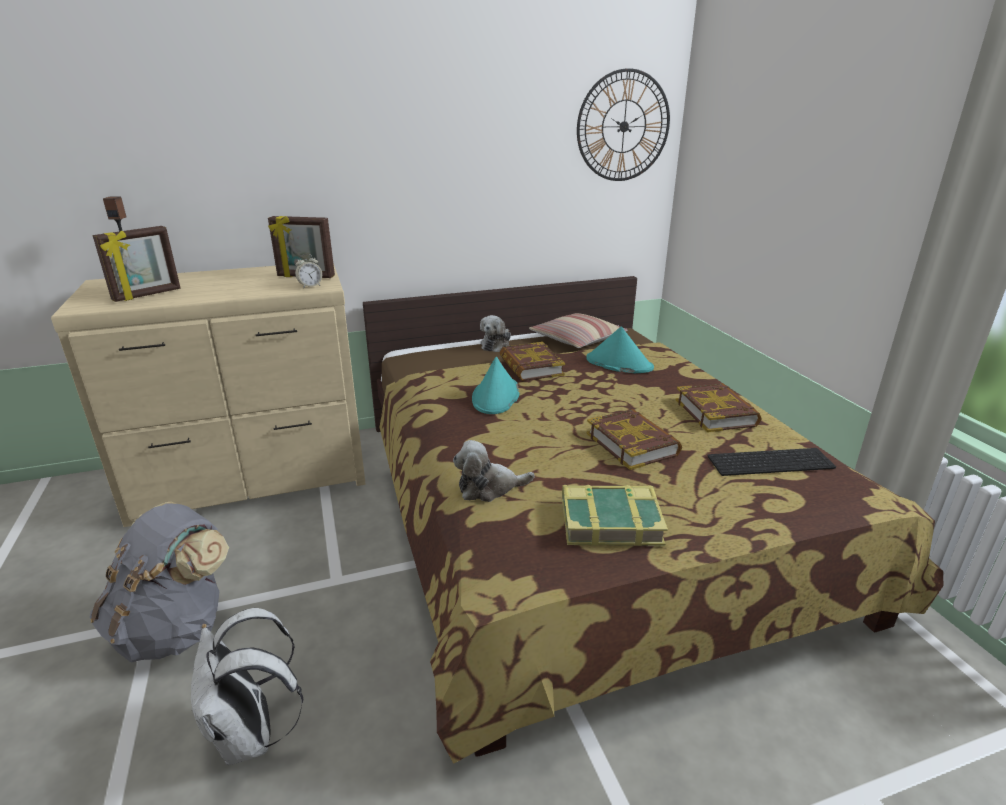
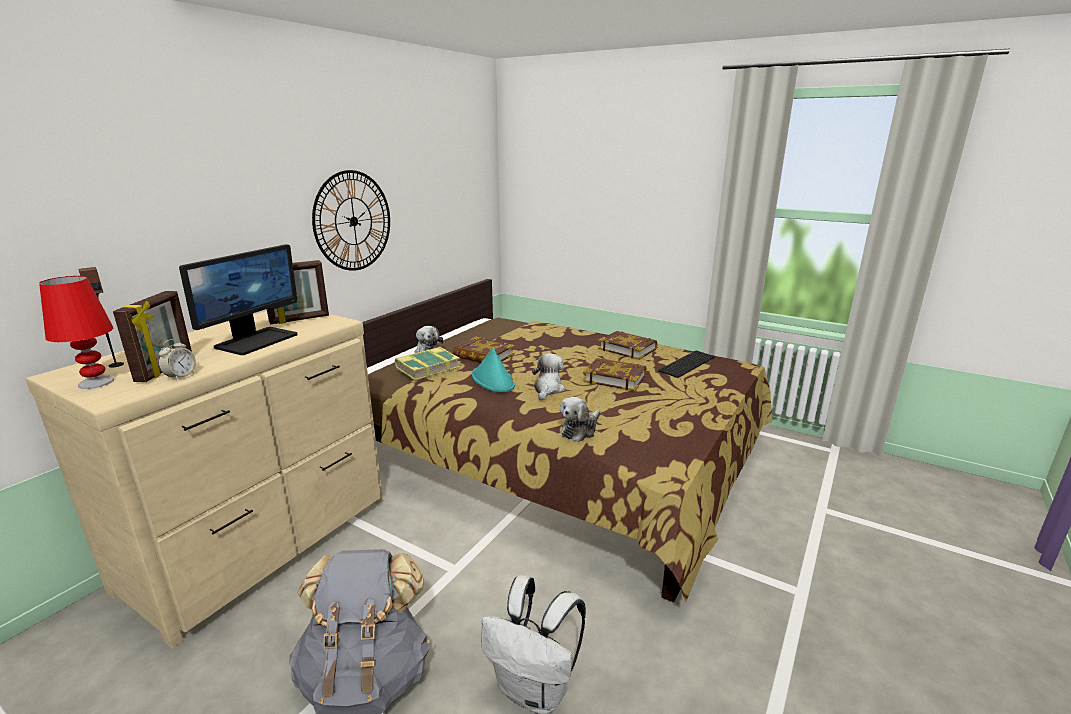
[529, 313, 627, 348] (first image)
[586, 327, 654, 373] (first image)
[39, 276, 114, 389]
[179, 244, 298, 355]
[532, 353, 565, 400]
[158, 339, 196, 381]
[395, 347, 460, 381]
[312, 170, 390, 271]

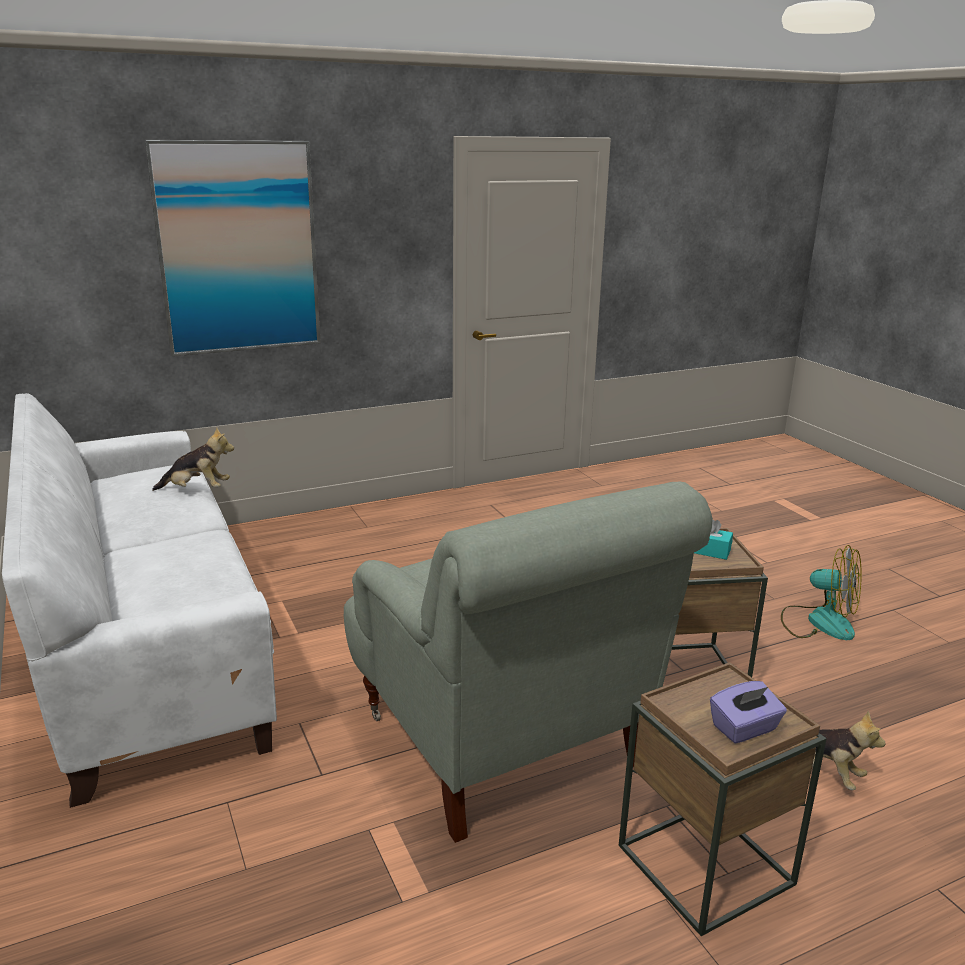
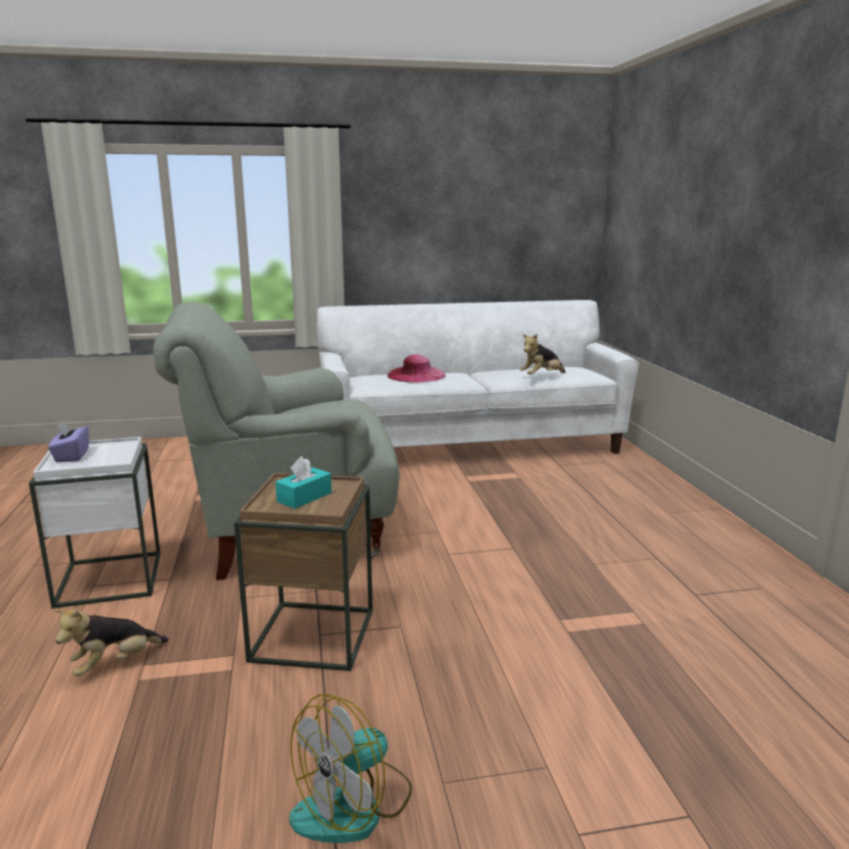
[145, 140, 321, 356] (first image)
[387, 354, 446, 383]
[29, 437, 161, 609]
[520, 334, 565, 375]

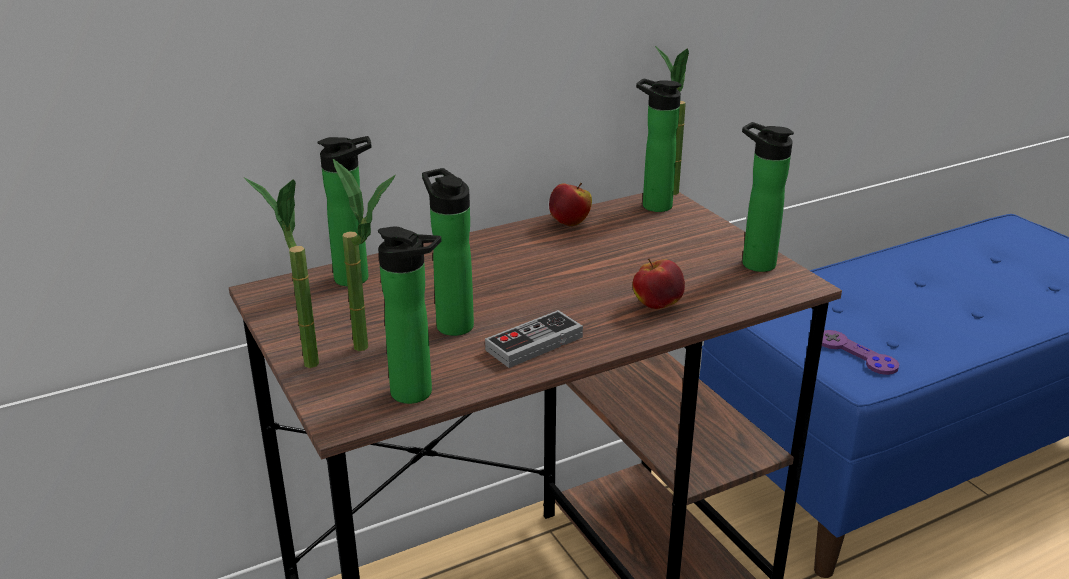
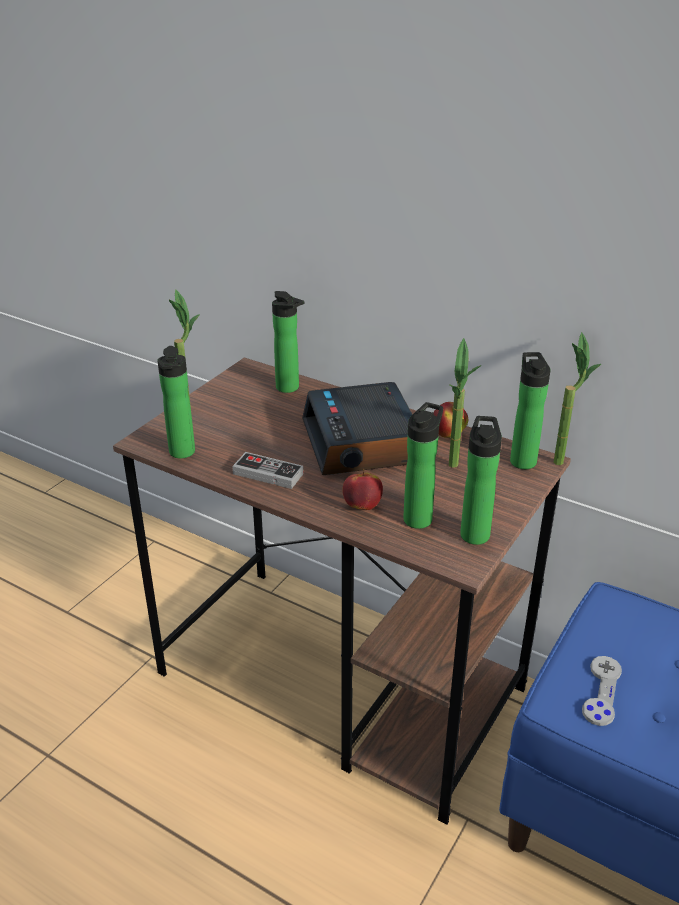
[302, 382, 413, 475]
[449, 338, 482, 468]
[403, 402, 443, 529]
[582, 656, 622, 726]

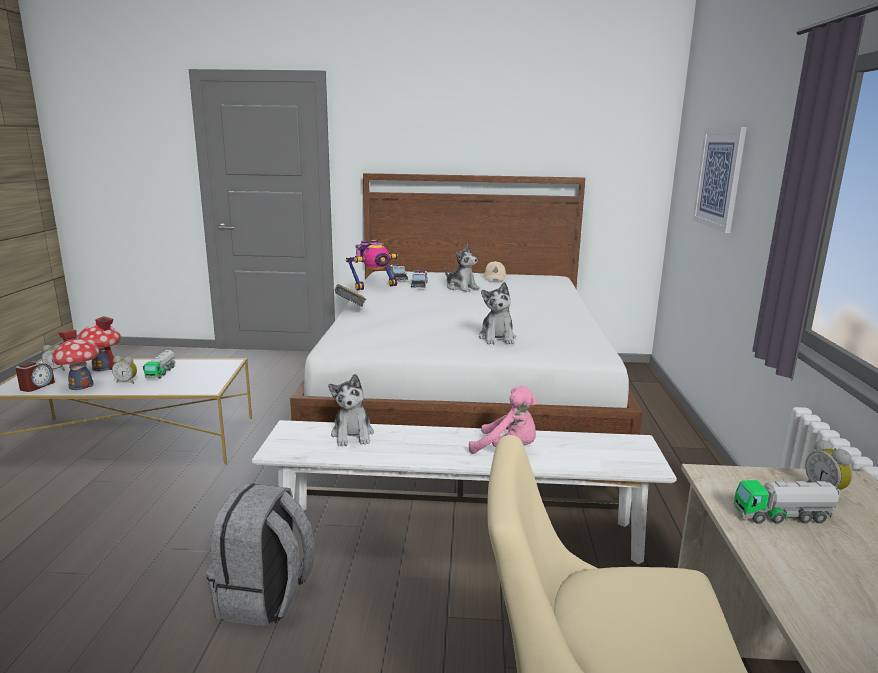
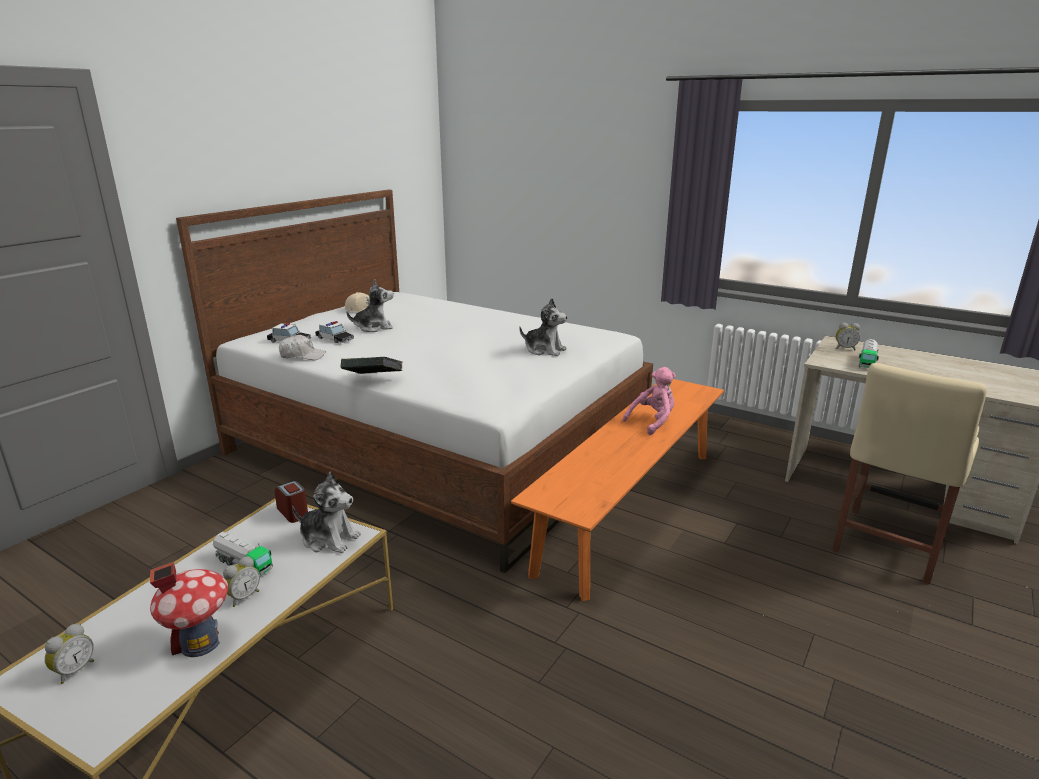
[77, 316, 121, 371] (first image)
[206, 483, 315, 627] (first image)
[693, 127, 747, 233] (first image)
[275, 481, 308, 523]
[292, 472, 361, 553]
[279, 335, 326, 360]
[511, 379, 724, 601]

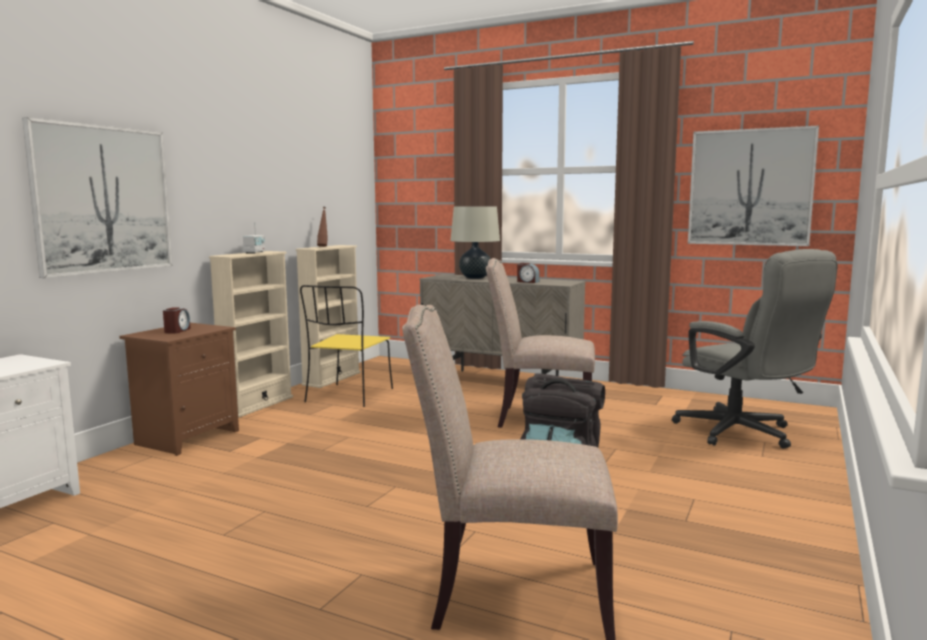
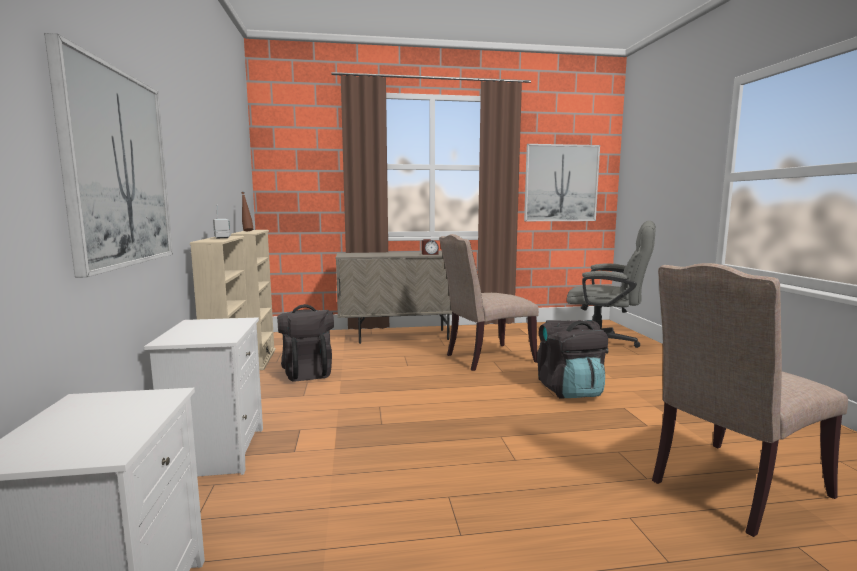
[163, 307, 191, 334] (first image)
[451, 206, 500, 279] (first image)
[277, 304, 334, 382]
[144, 317, 263, 477]

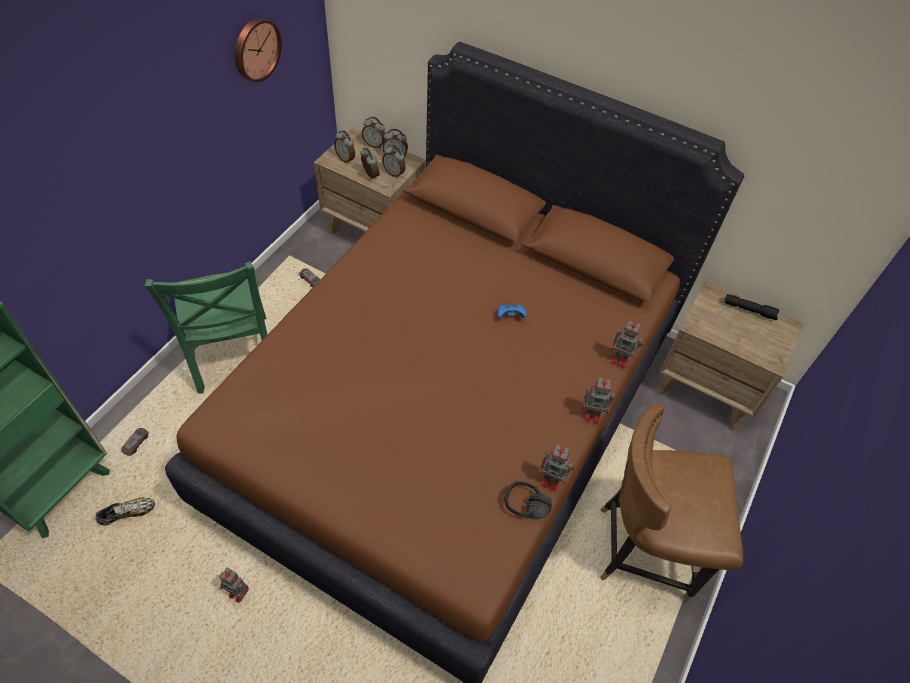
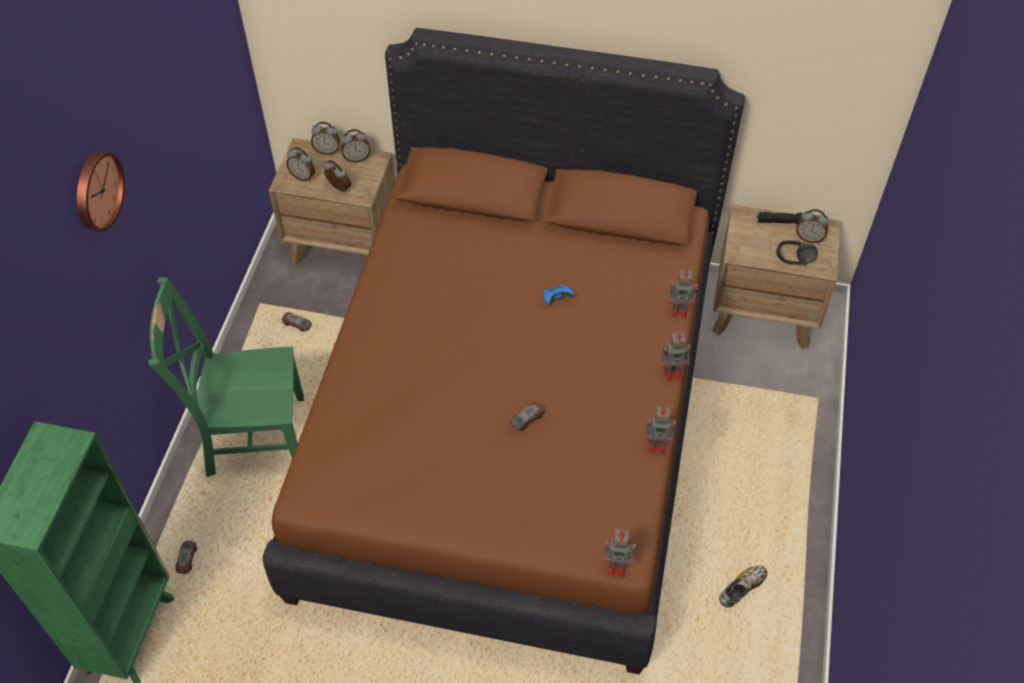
[600, 402, 743, 602] (first image)
[510, 402, 545, 431]
[719, 566, 767, 608]
[603, 529, 638, 577]
[76, 151, 125, 232]
[796, 209, 829, 243]
[776, 240, 818, 265]
[148, 277, 304, 477]

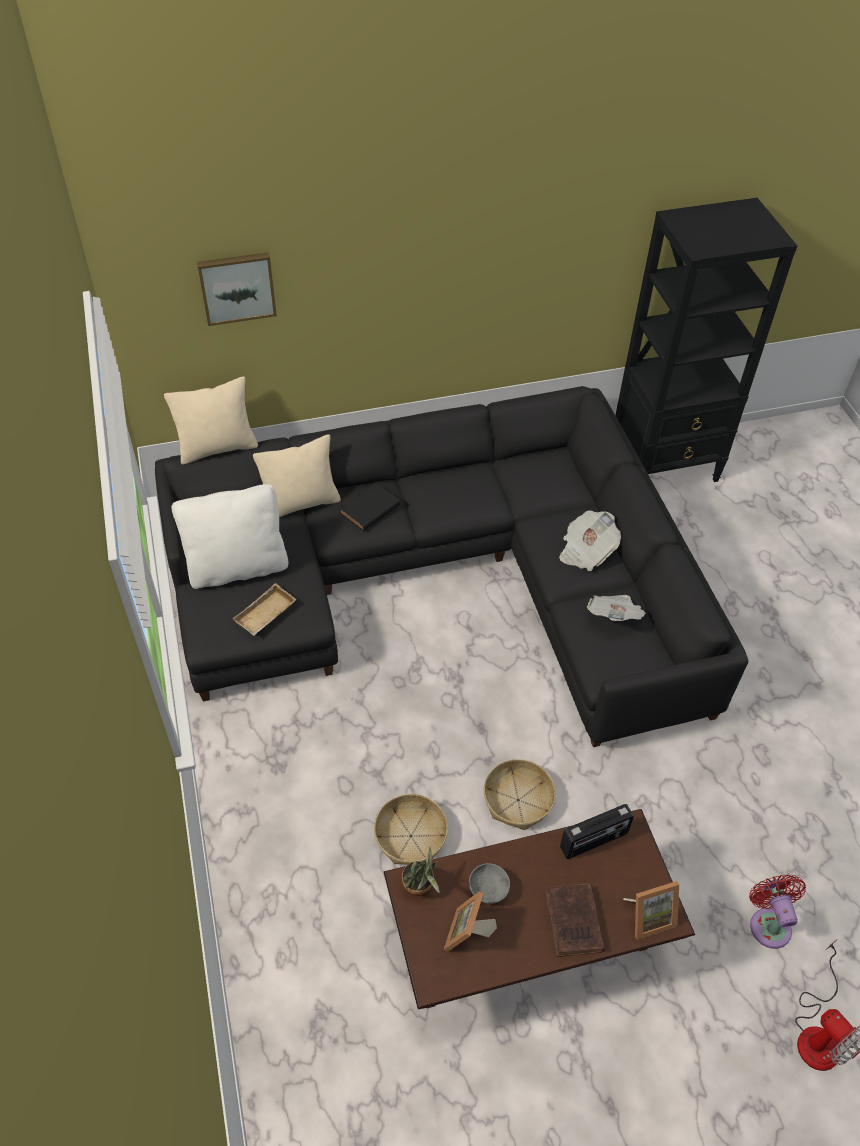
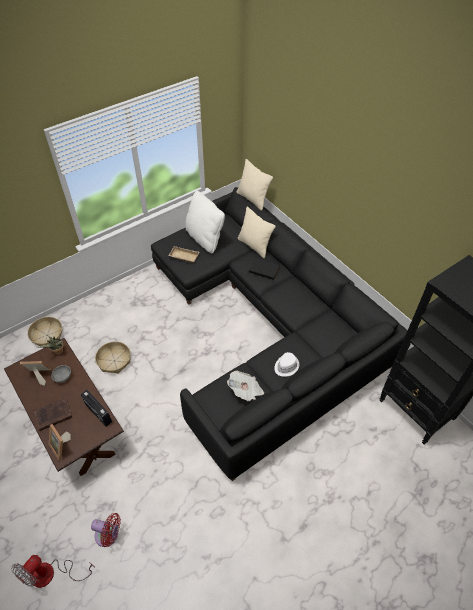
[197, 252, 277, 326] (first image)
[27, 317, 62, 348]
[274, 352, 299, 377]
[91, 513, 121, 547]

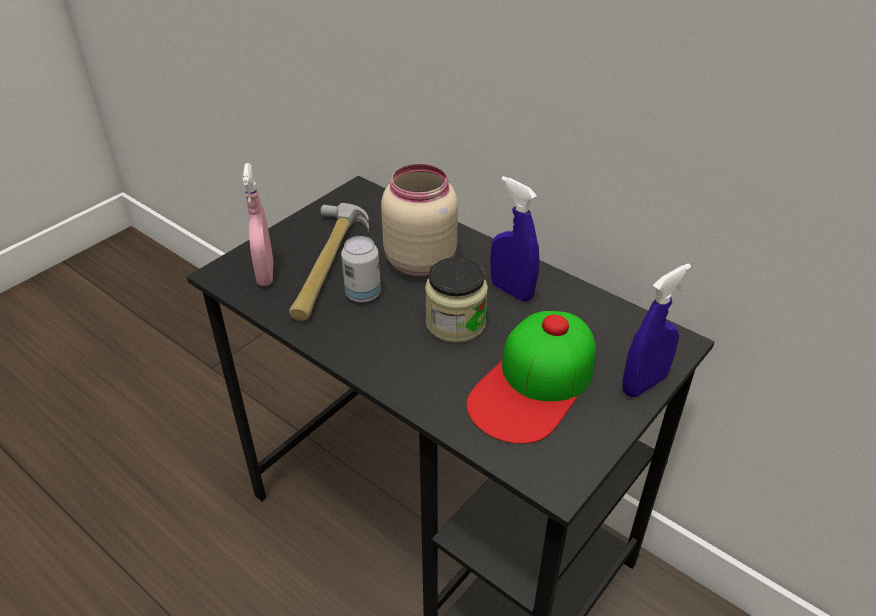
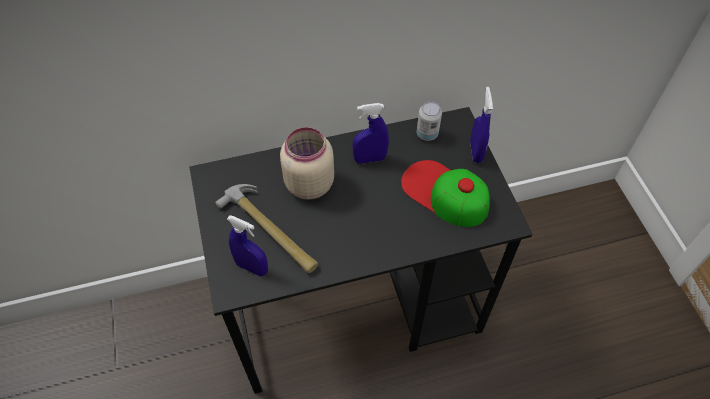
[425, 257, 488, 343] (first image)
[417, 101, 442, 141]
[227, 215, 268, 277]
[401, 160, 490, 227]

